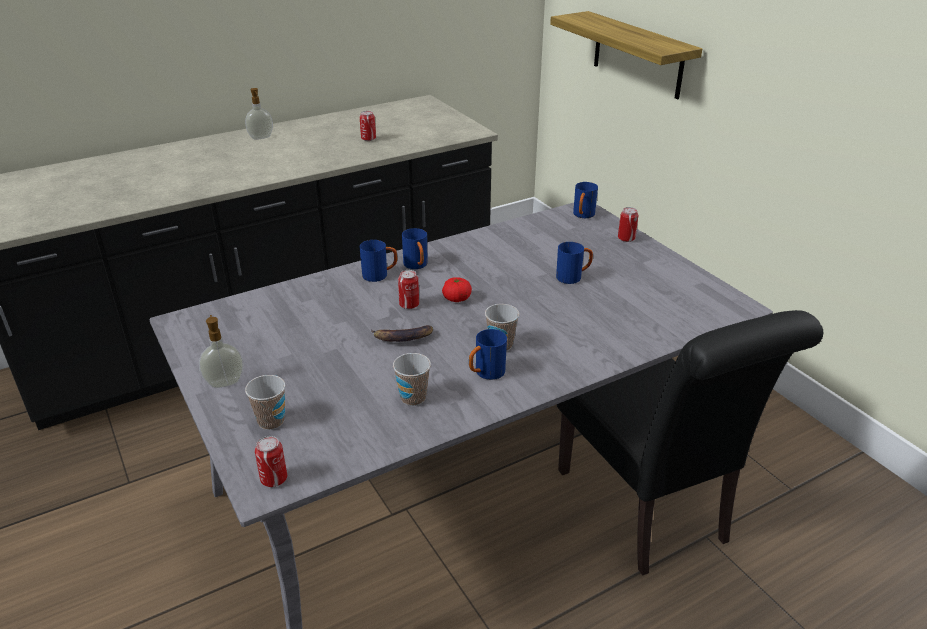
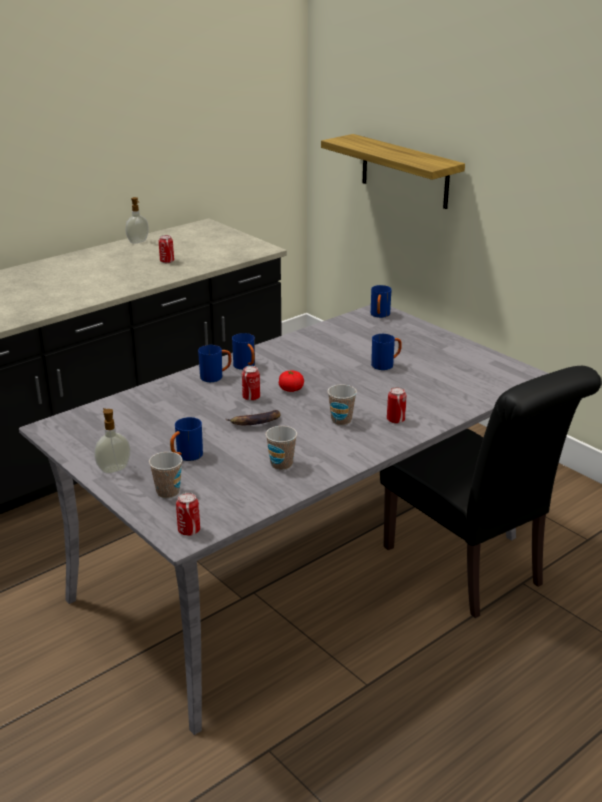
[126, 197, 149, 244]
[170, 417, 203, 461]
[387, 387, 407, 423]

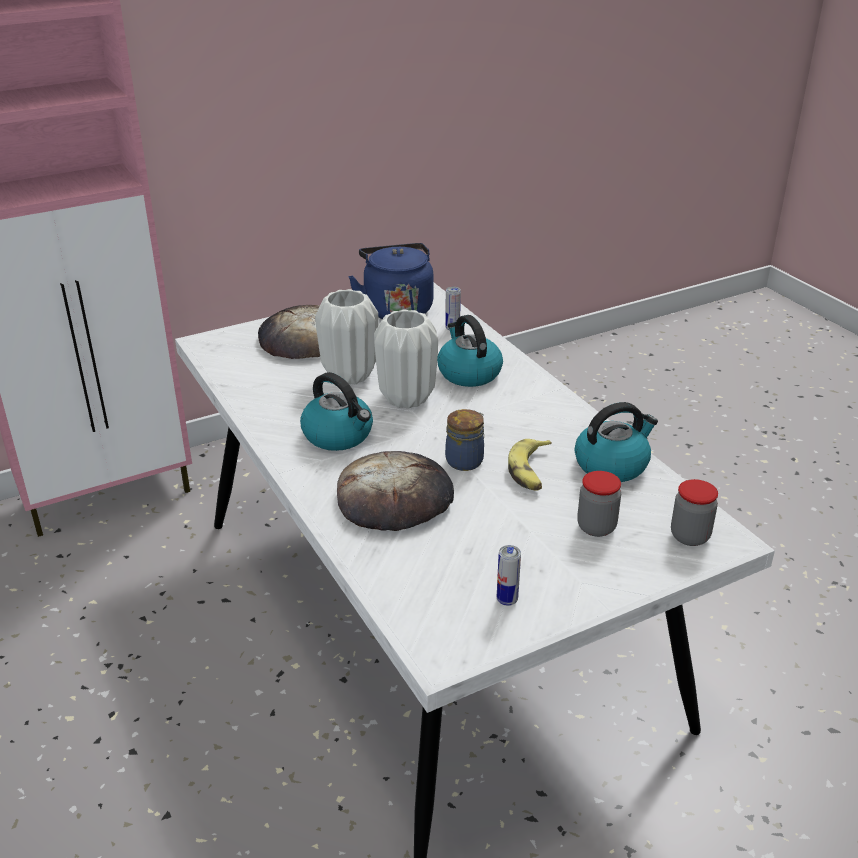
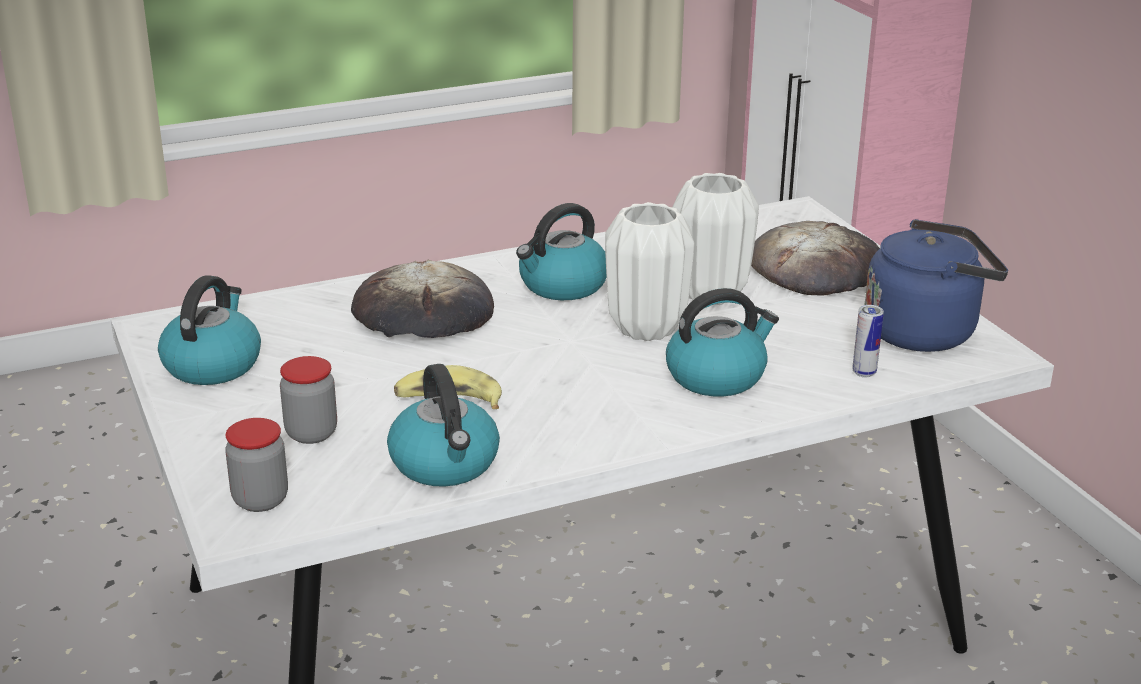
[445, 409, 484, 471] (first image)
[158, 275, 261, 385]

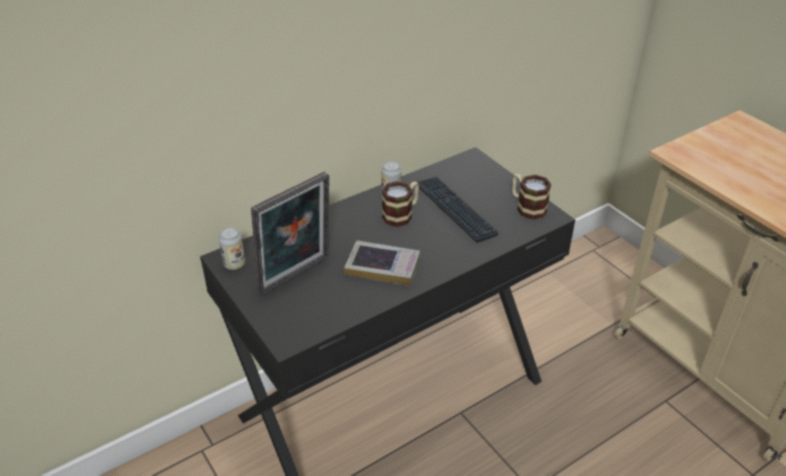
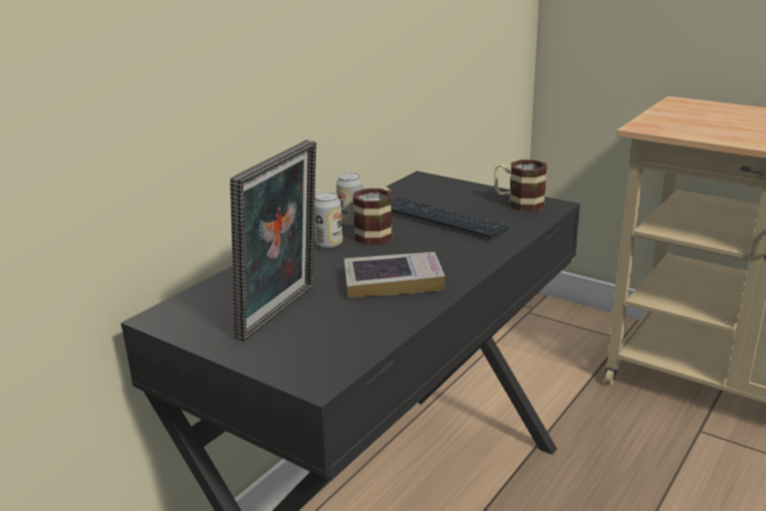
[314, 192, 343, 248]

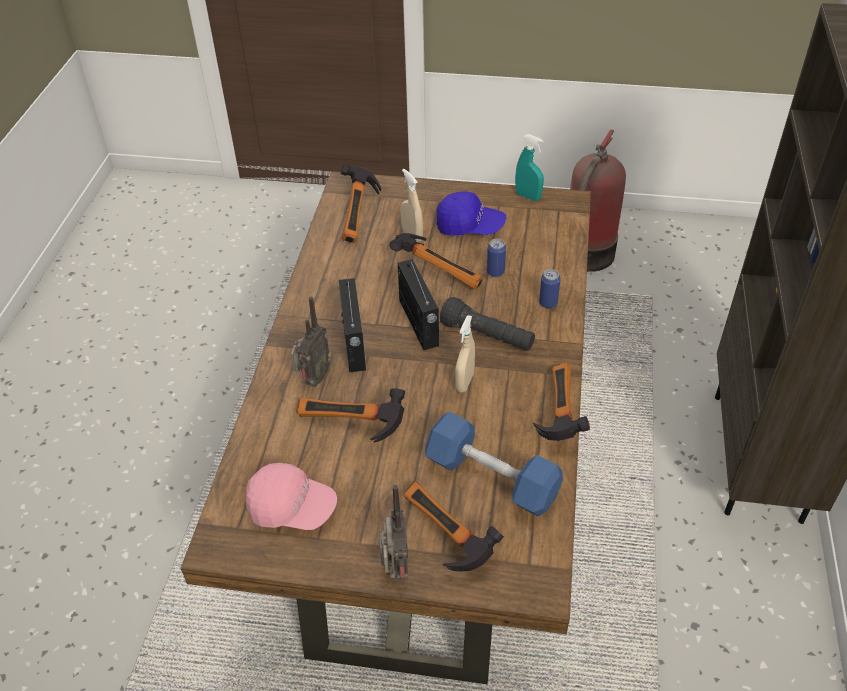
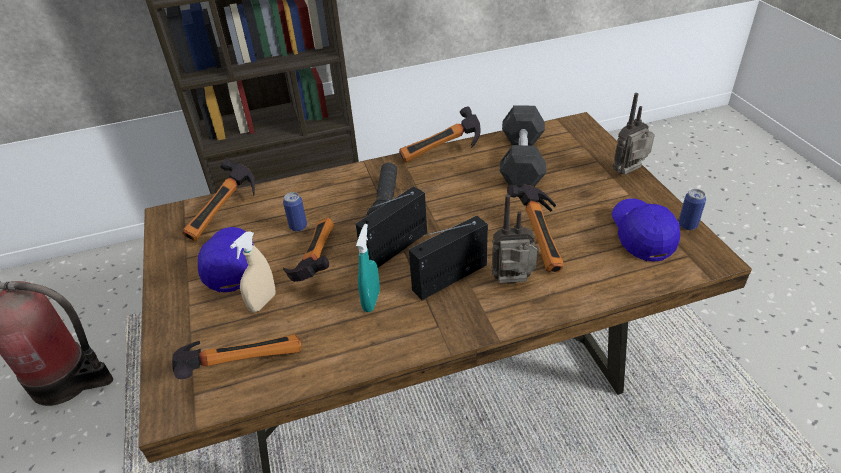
[455, 315, 475, 393] (first image)
[182, 158, 255, 241]
[356, 224, 380, 312]
[678, 189, 706, 230]
[612, 198, 680, 261]
[500, 105, 546, 187]

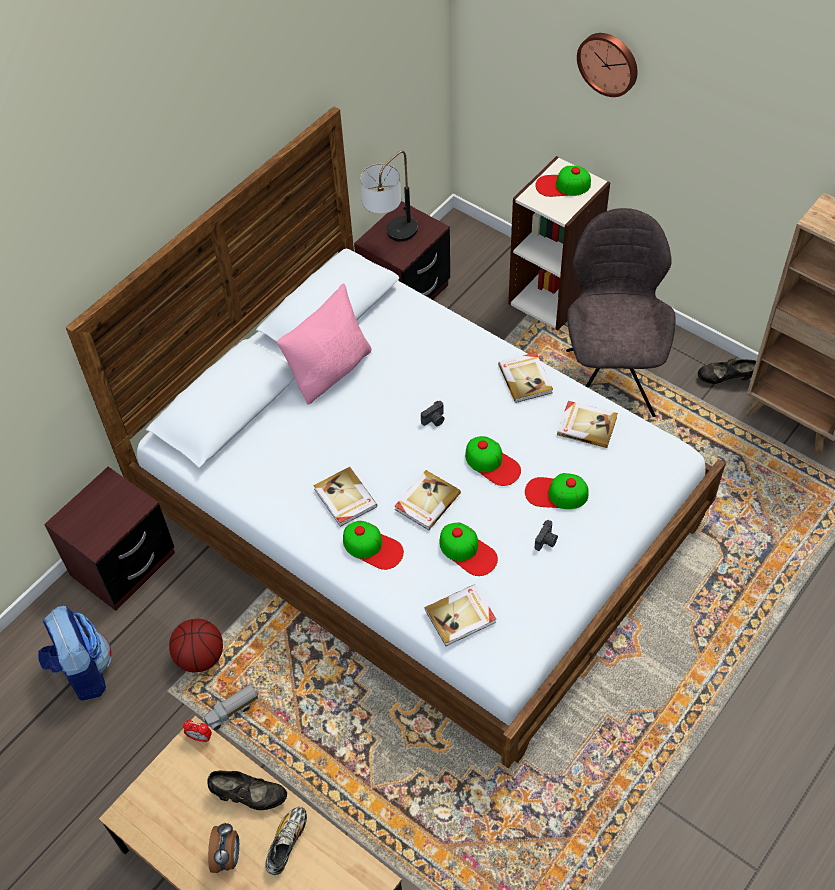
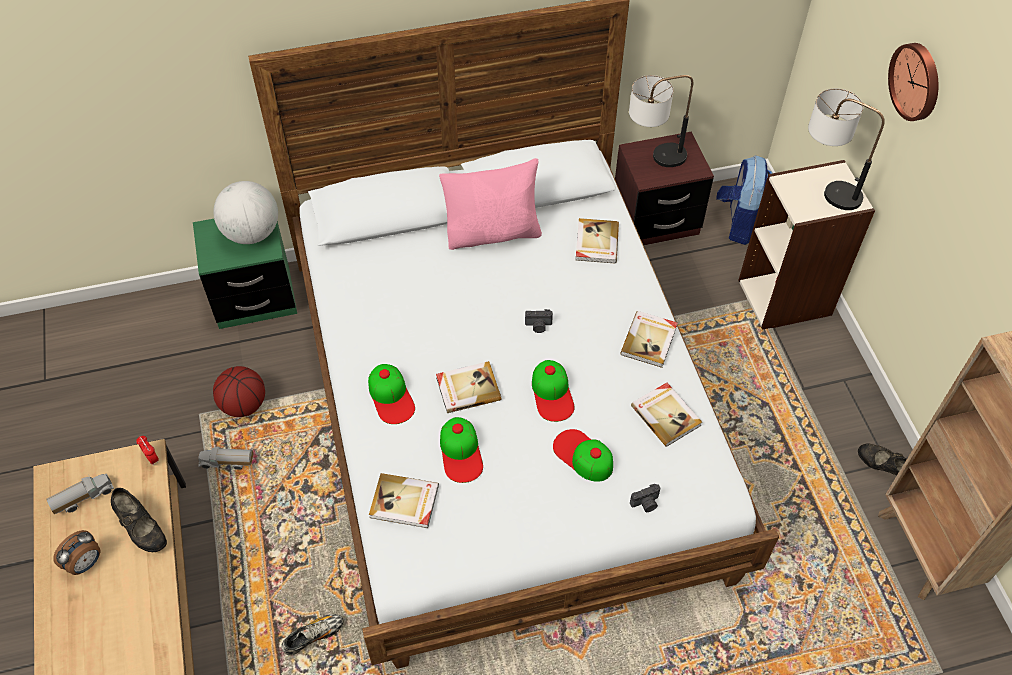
[566, 208, 676, 417] (first image)
[46, 474, 114, 514]
[213, 181, 278, 244]
[716, 155, 772, 245]
[281, 614, 344, 656]
[576, 218, 619, 263]
[630, 484, 660, 512]
[808, 88, 885, 210]
[193, 219, 297, 329]

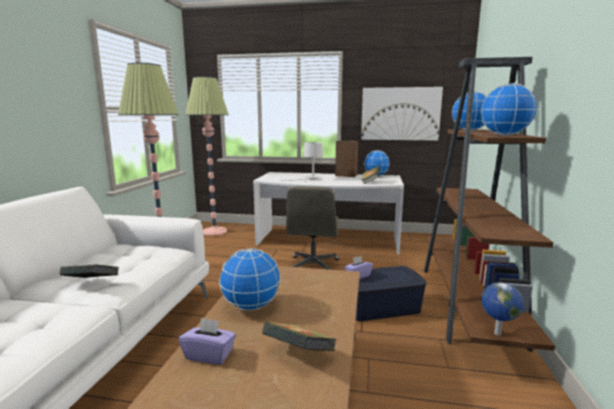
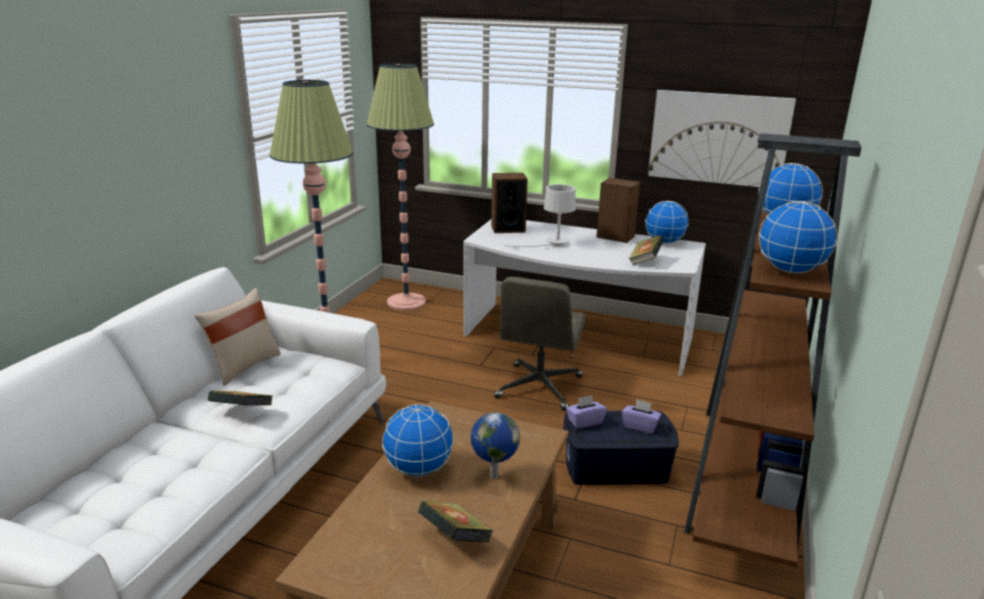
[194, 288, 281, 386]
[491, 173, 528, 233]
[622, 399, 661, 434]
[471, 412, 520, 479]

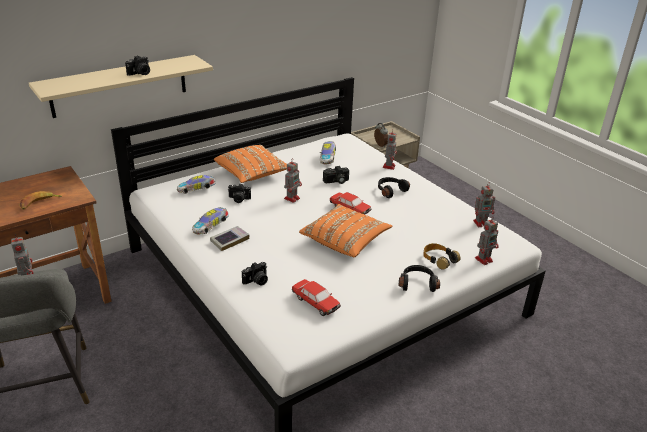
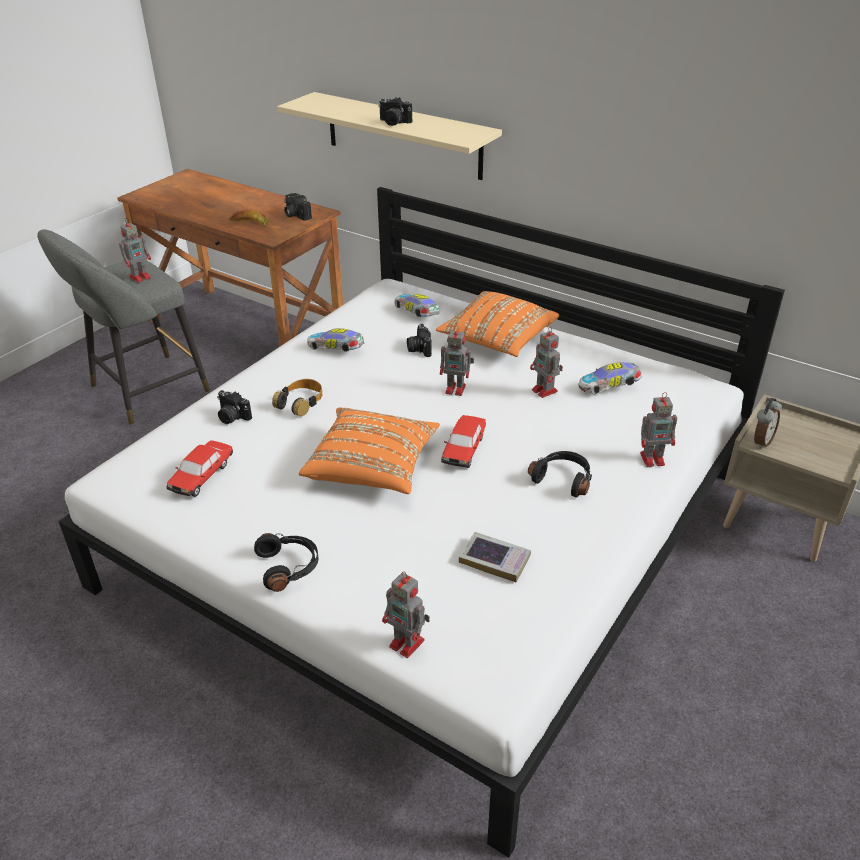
[459, 532, 531, 582]
[284, 193, 312, 221]
[272, 379, 322, 416]
[530, 327, 563, 398]

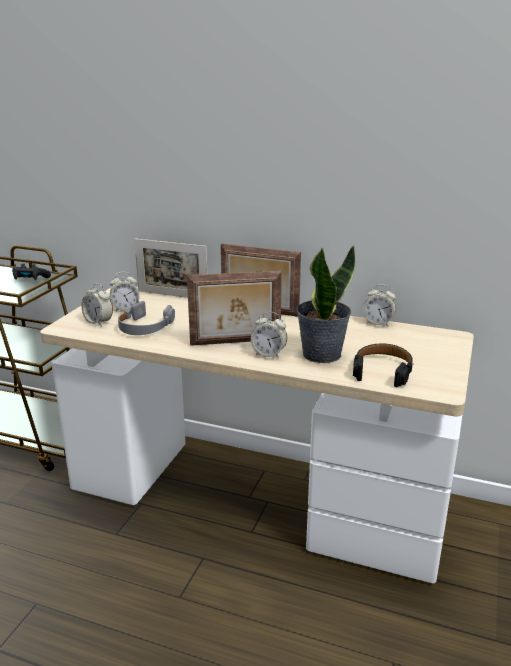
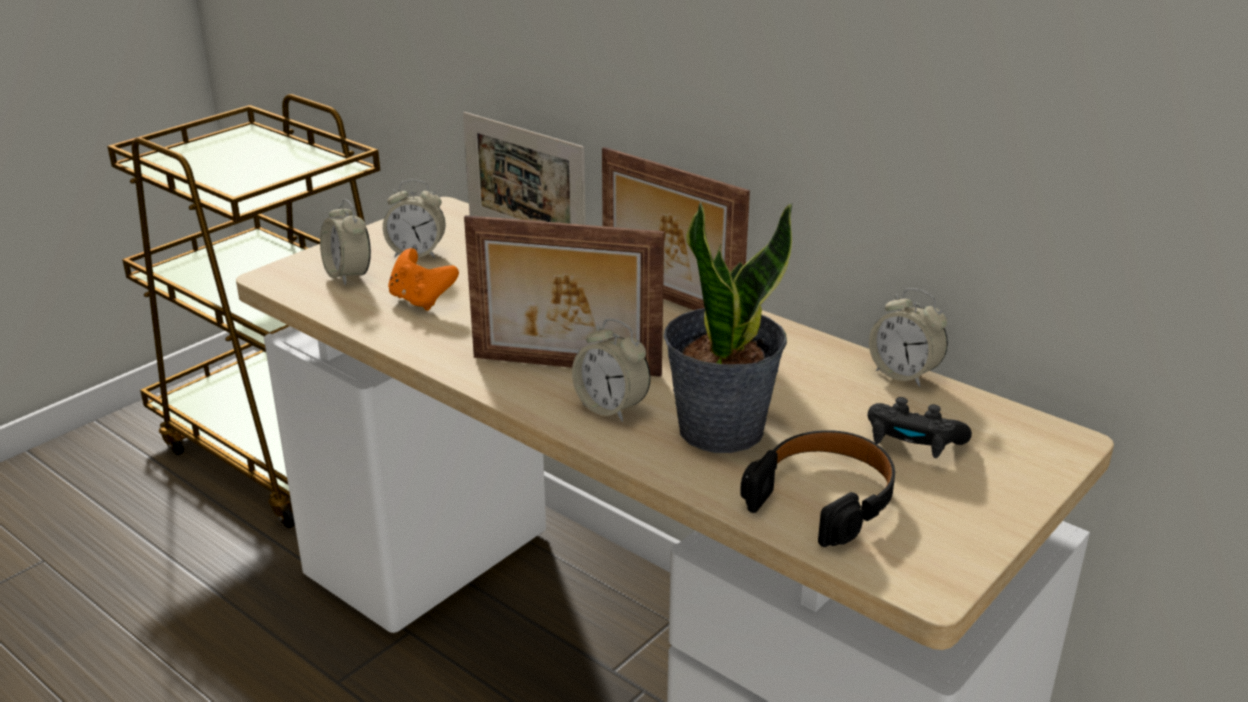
[868, 397, 972, 458]
[388, 248, 459, 311]

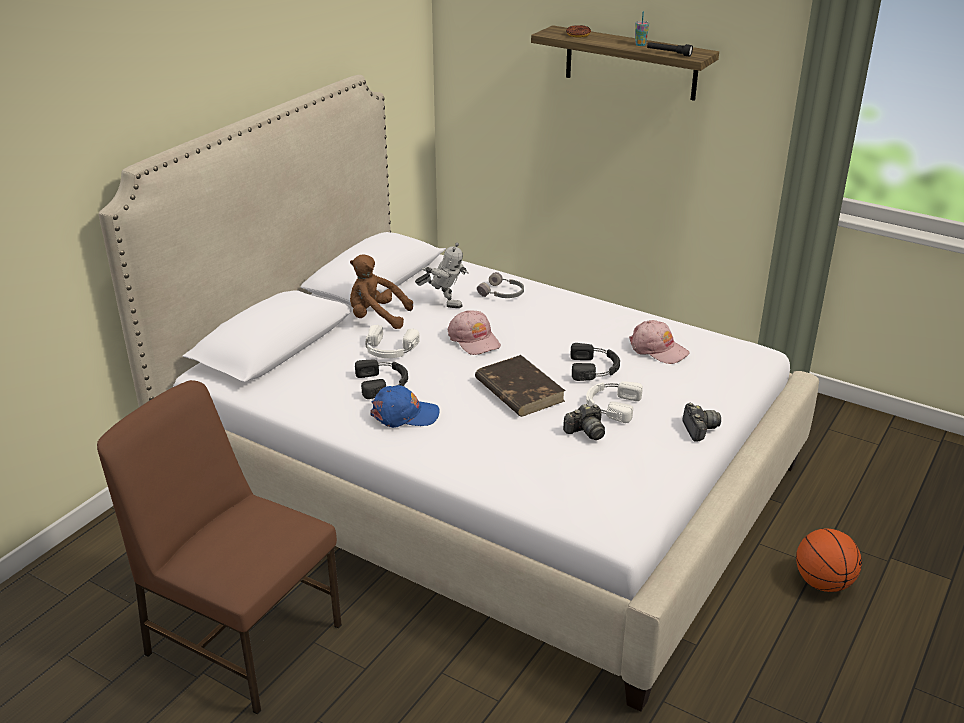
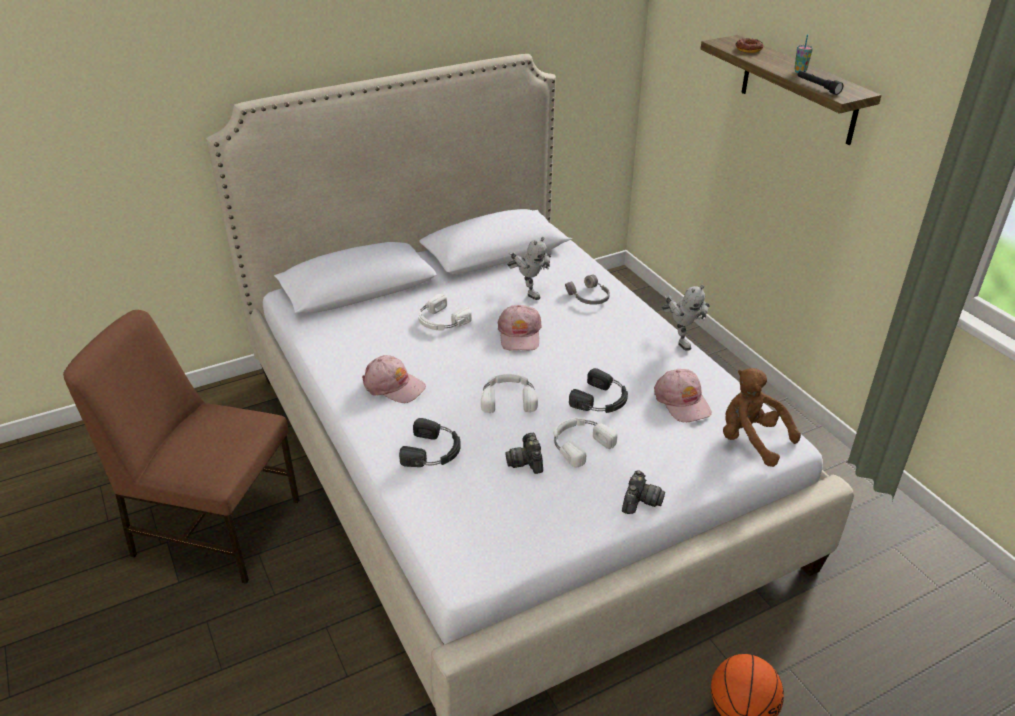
[662, 285, 710, 351]
[723, 368, 801, 467]
[399, 418, 461, 467]
[481, 374, 538, 413]
[362, 355, 426, 403]
[63, 310, 299, 584]
[505, 433, 543, 474]

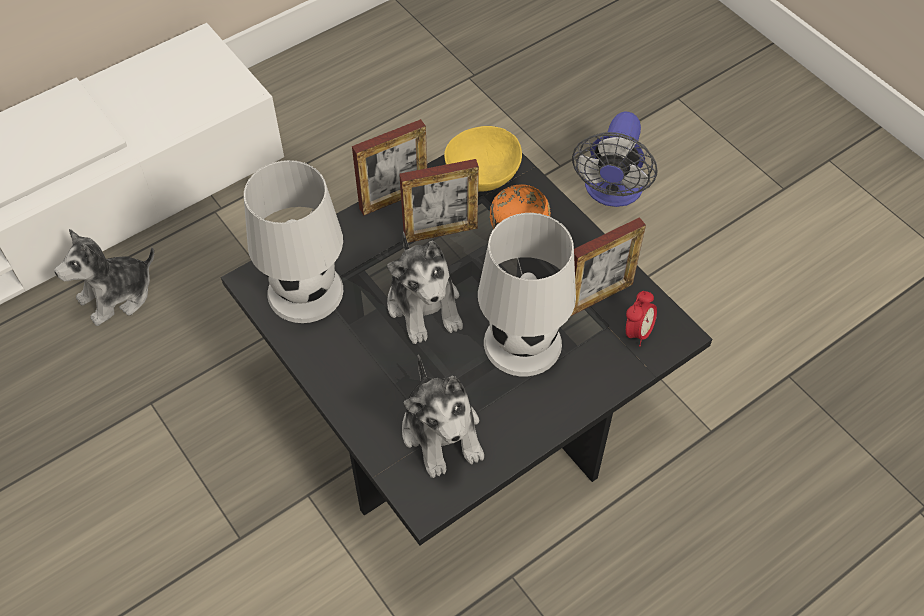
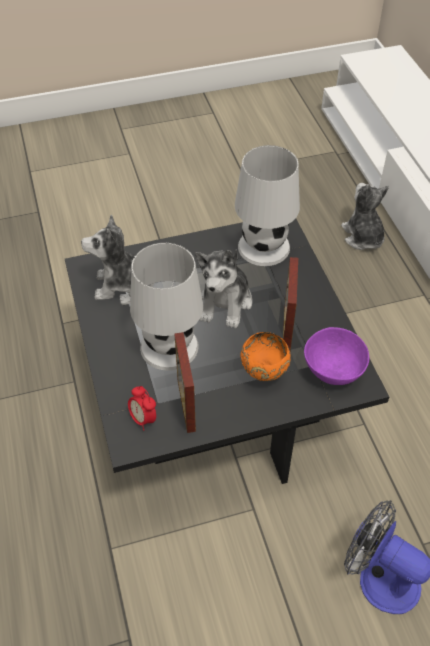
[352, 119, 427, 215] (first image)
[304, 327, 369, 385]
[195, 249, 252, 328]

